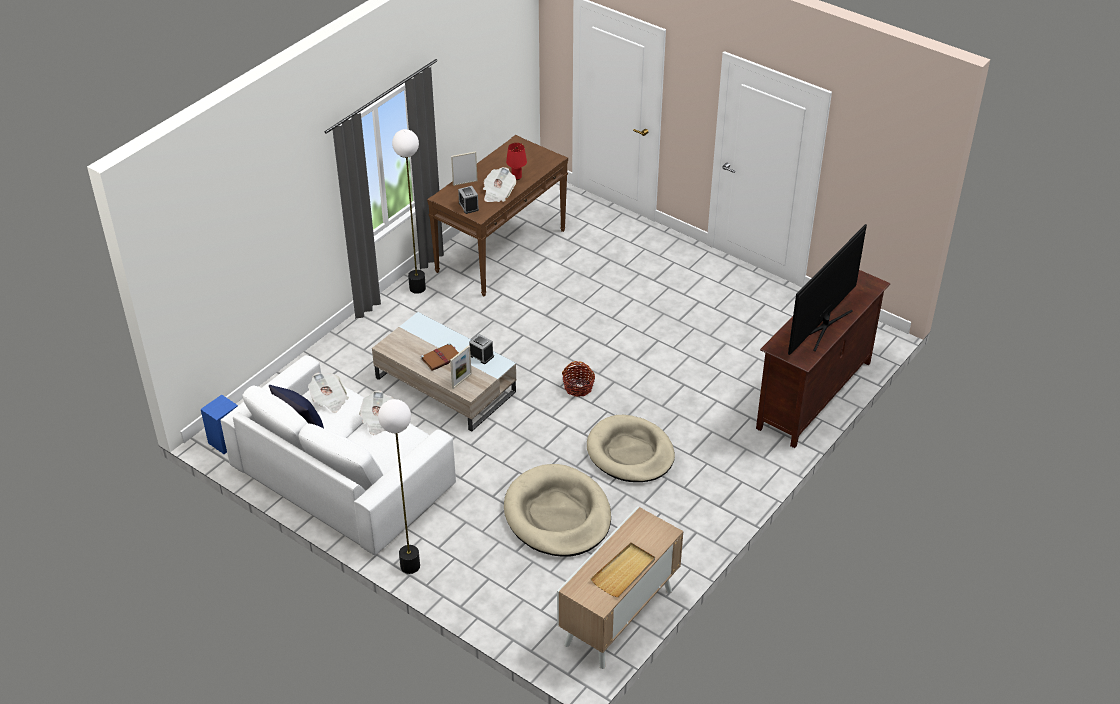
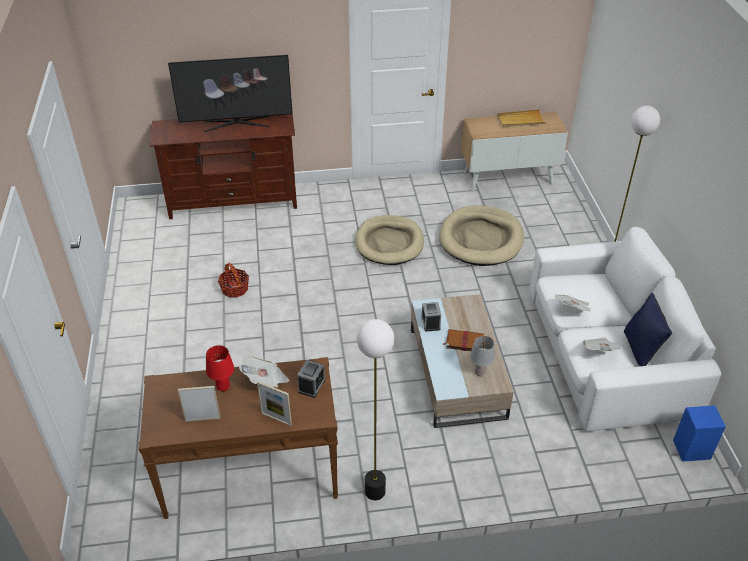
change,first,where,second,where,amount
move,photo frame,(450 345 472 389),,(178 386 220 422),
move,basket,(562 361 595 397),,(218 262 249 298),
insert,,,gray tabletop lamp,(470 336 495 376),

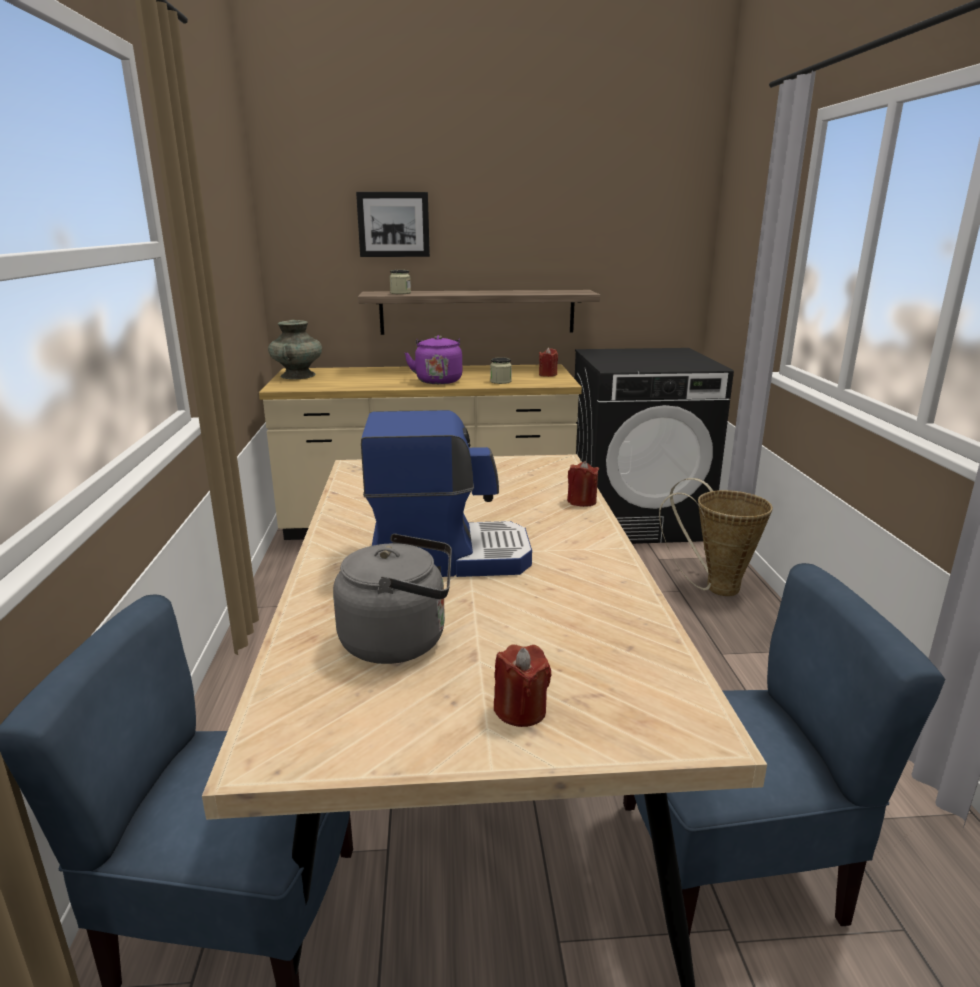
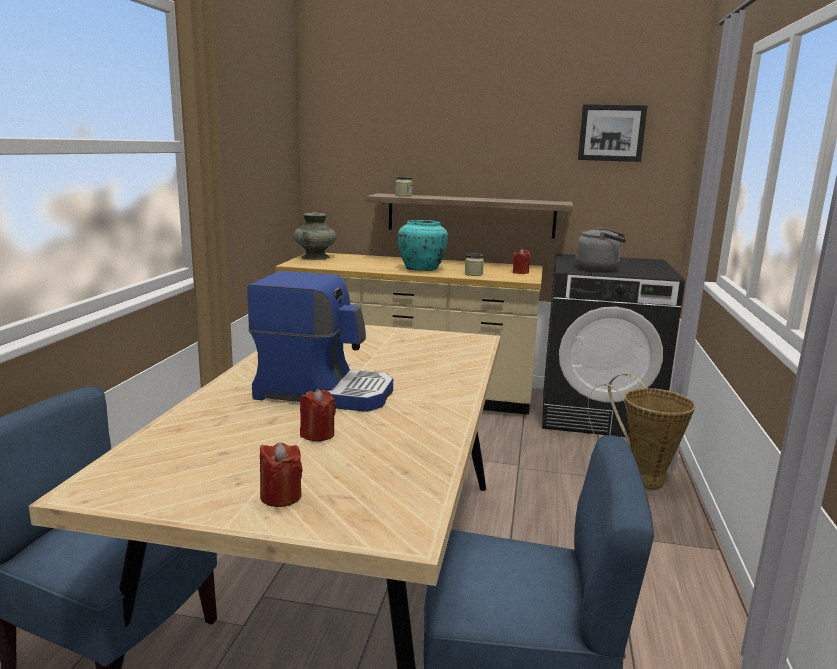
change,first,where,second,where,amount
move,gray kettle,(333 534 452 664),,(576 227 626 271),
move,wall art,(356 192 430 257),,(578 104 648 162),
replace,purple kettle,(405 335 462 384),turquoise flower vase,(398 220 448 271),
move,red-coloured candle,(567 461 599 507),,(300 389 336 441),

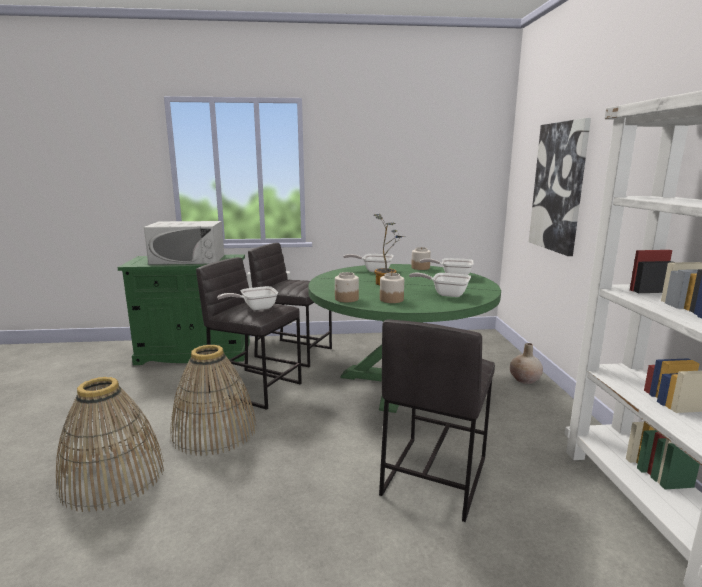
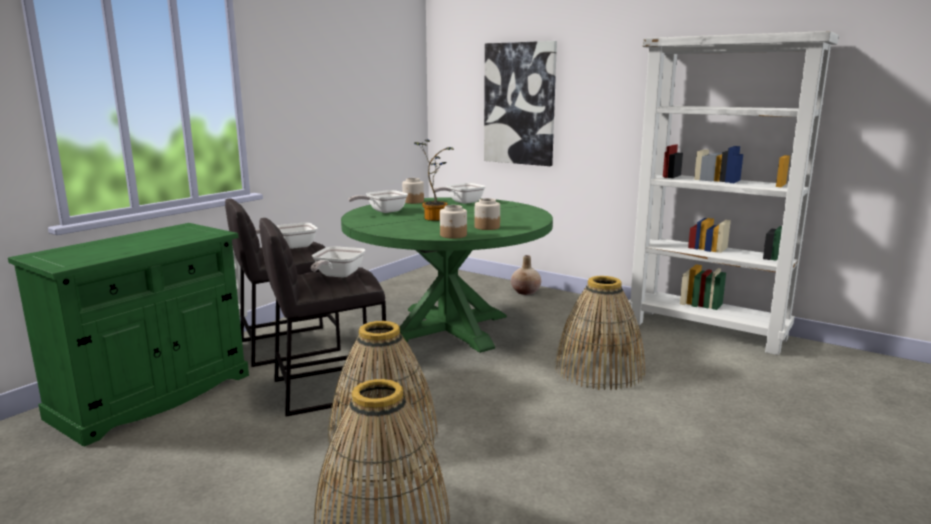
change,first,where,second,where,amount
delete,whitish kitchen microwave,(144 221 224 265),,,
replace,gray stool seat,(379 320 495 522),basket,(555 276 645 390),
move,skillet,(409 273 471 297),,(256 223 318 249),

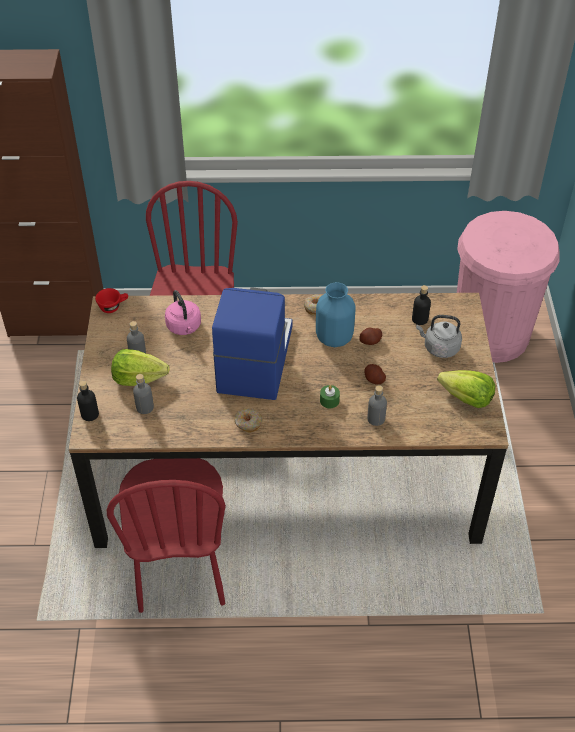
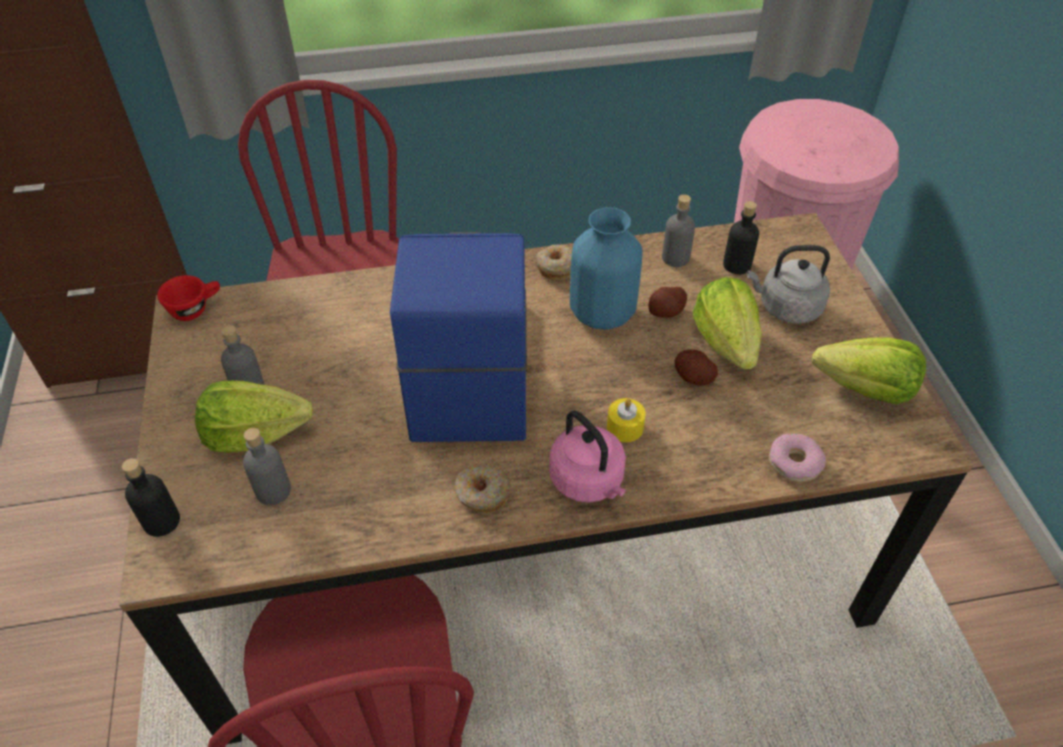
change,first,where,second,where,amount
move,pink kettle,(165 290 201 335),,(549 411 626 503),
recolor,green candle,(320 385 340 408),yellow-coloured candle,(607 398 646 442),
move,gray beverage bottle,(367 385 387 426),,(662 194 695 267),
insert,,,head of lettuce,(693 277 762 369),
insert,,,ring doughnut,(769 433 826 482),

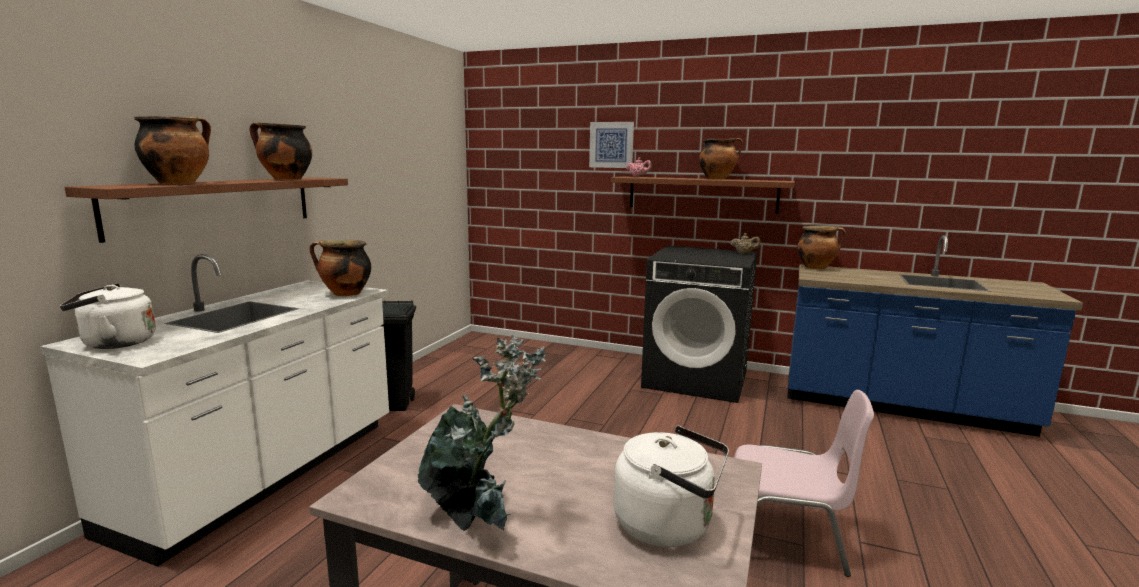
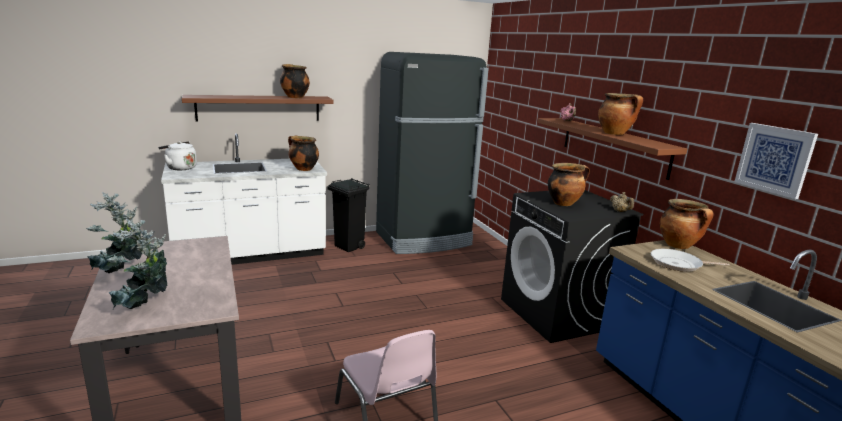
change,first,where,second,where,amount
move,stockpot,(134 116 211 184),,(548 163 590 206),
move,wall art,(589 122 634 168),,(734 123 818 199),
replace,whitish kettle,(614 426 729 547),potted plant,(107 218 168 309),
insert,,,black-coloured refrigerator,(376 52 489 254),
insert,,,skillet,(651 249 730 272),

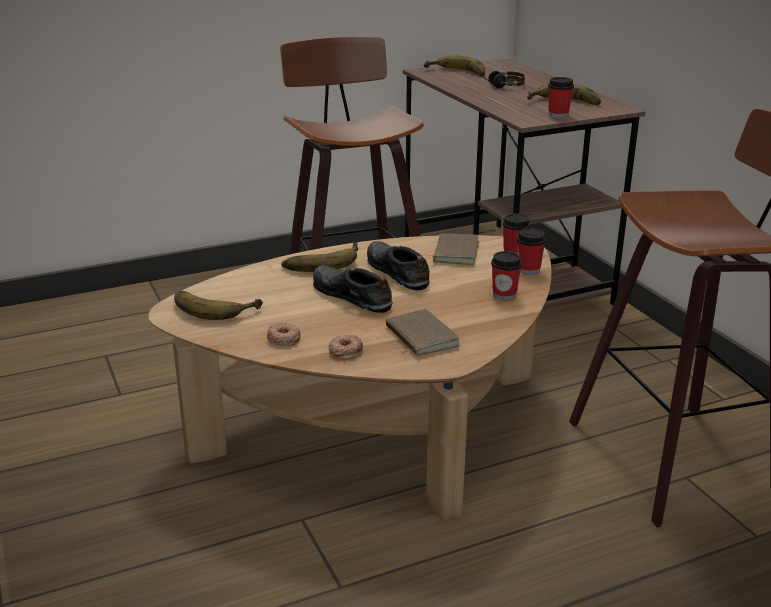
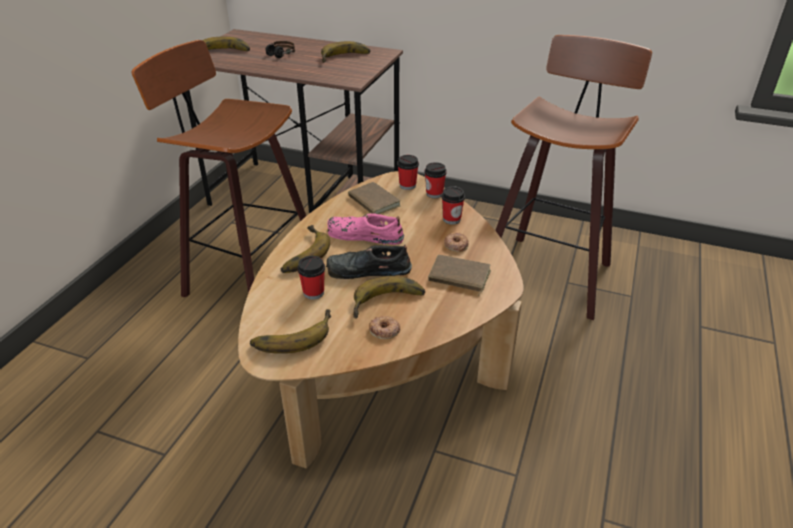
change,first,where,second,where,amount
move,ring doughnut,(329 335 363 359),,(444 233 469 252),
recolor,black-coloured item of footwear,(367 241 430 291),pink item of footwear,(327 213 404 245),
move,cup,(548 77 574 118),,(297 256 325 300),
insert,,,banana,(353 276 425 319),

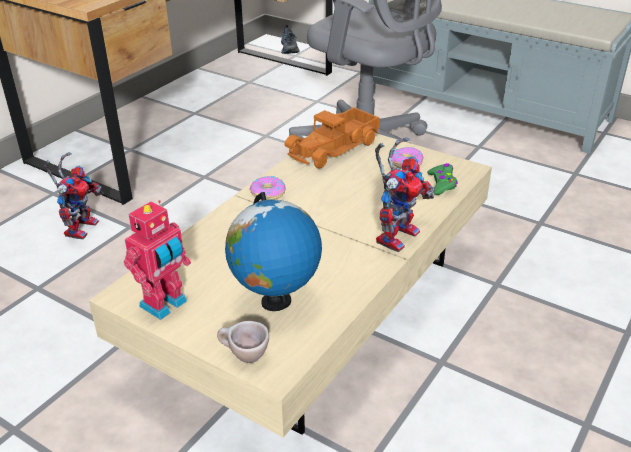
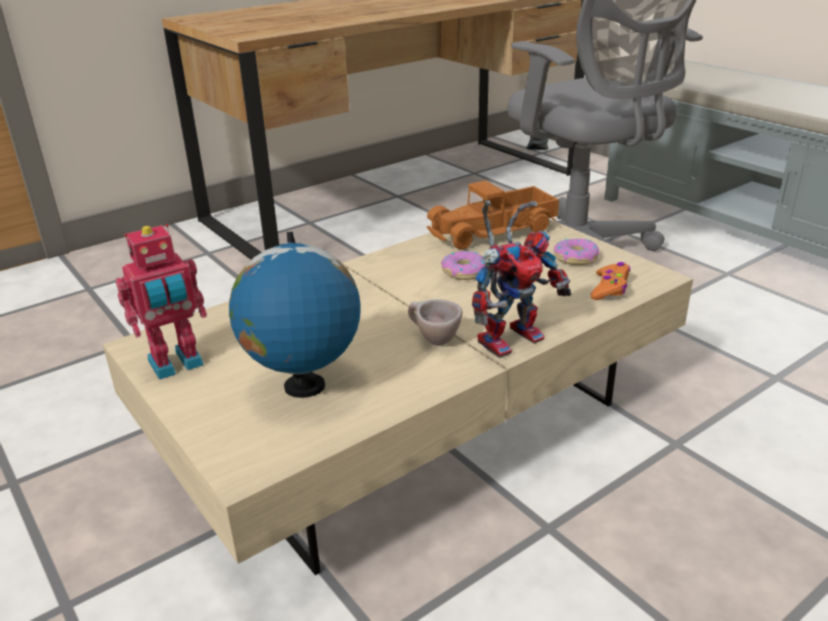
change,first,where,second,where,amount
delete,toy robot,(44 152 104 240),,,
move,beige-coloured cup,(217 321 269 363),,(408 299 463 346),
move,ring doughnut,(250 176 285 200),,(441 251 485 280),
recolor,green joypad,(427 163 458 195),orange-coloured joypad,(591 262 630 300),

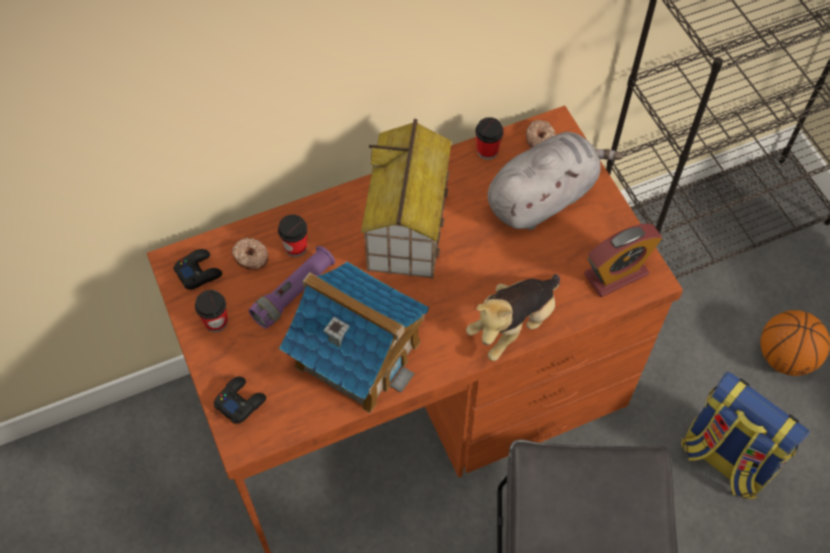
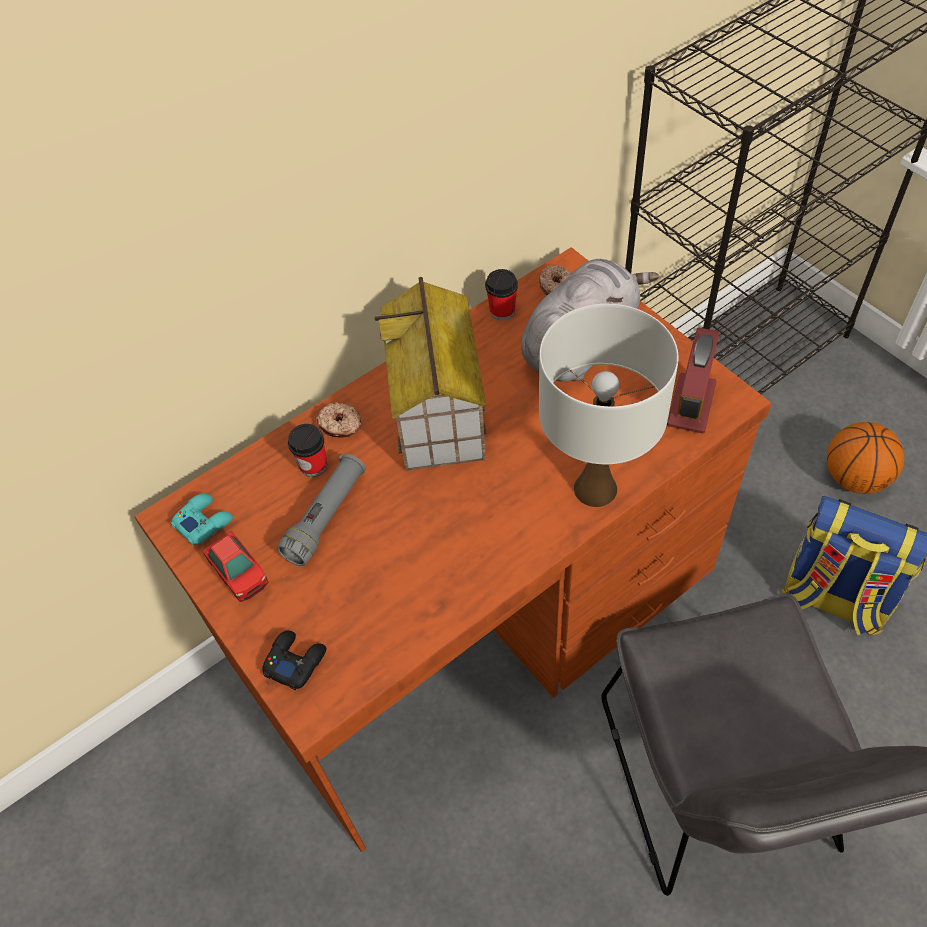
change,first,where,second,where,amount
recolor,black-coloured joypad,(173 249 222 290),turquoise joypad,(171 494 233 545),
replace,cup,(195 290 228 332),model car,(203 531 268 602),
move,ring doughnut,(232 237 269 270),,(316 402 361 438),
recolor,purple hand torch,(248 246 335 329),gray hand torch,(277 454 366 566),
delete,model house,(279 262 429 413),,,
replace,plush toy,(466 274 560 361),whitish tabletop lamp,(539 304 679 507),
rotate,table clock,(584 224 662 297),,(667 327 720 434),150 degrees clockwise

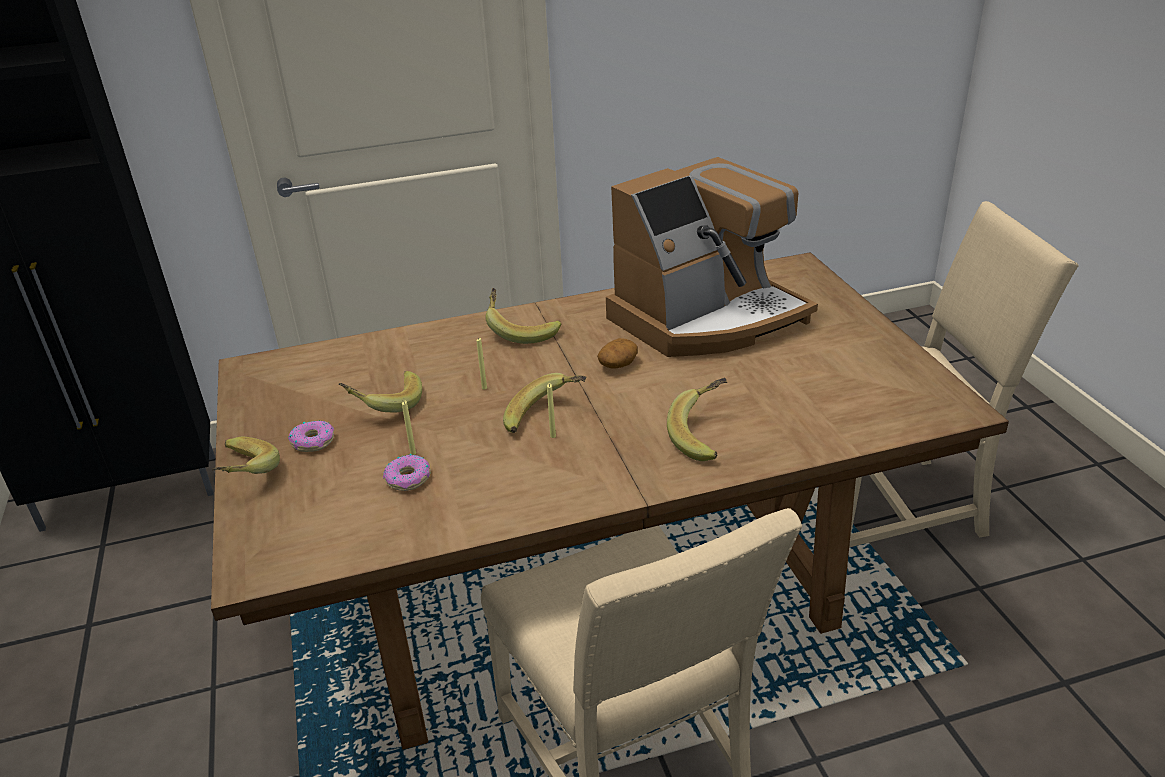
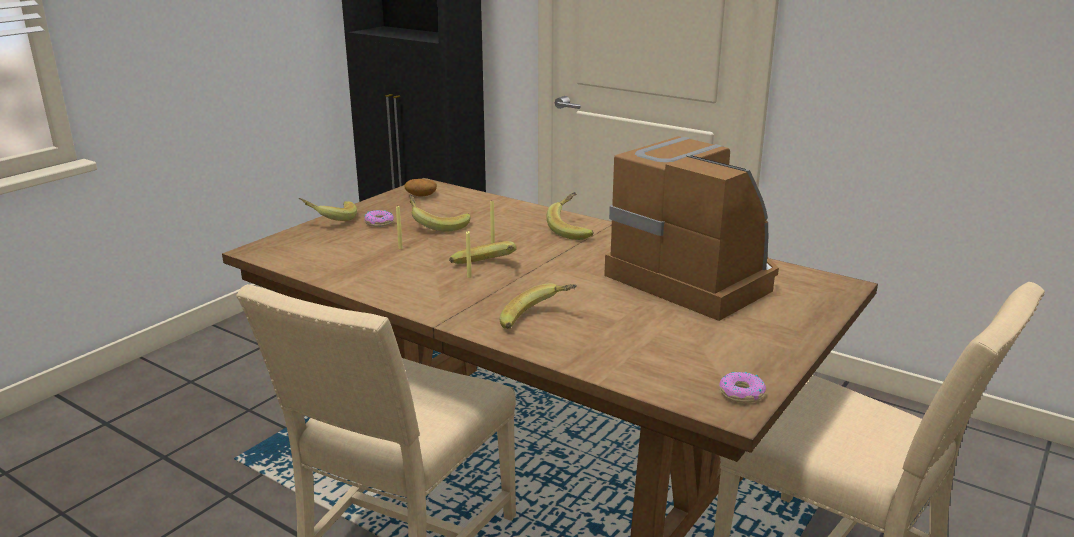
change,first,where,second,where,amount
move,ring doughnut,(383 454 431 491),,(719 372 766 403),
move,potato,(597 338 638 369),,(404 179 437 197),
rotate,coffee maker,(606 157 818 357),,(604 136 779 321),150 degrees counterclockwise

